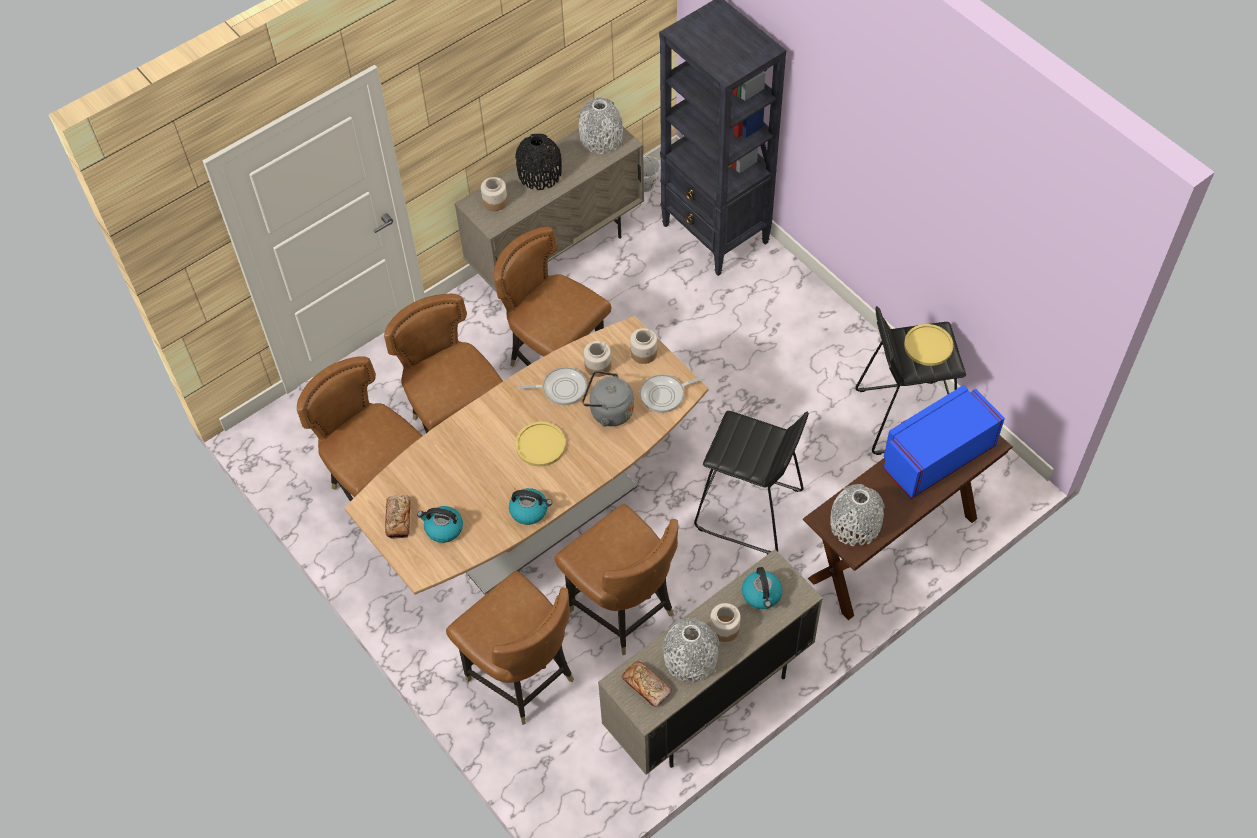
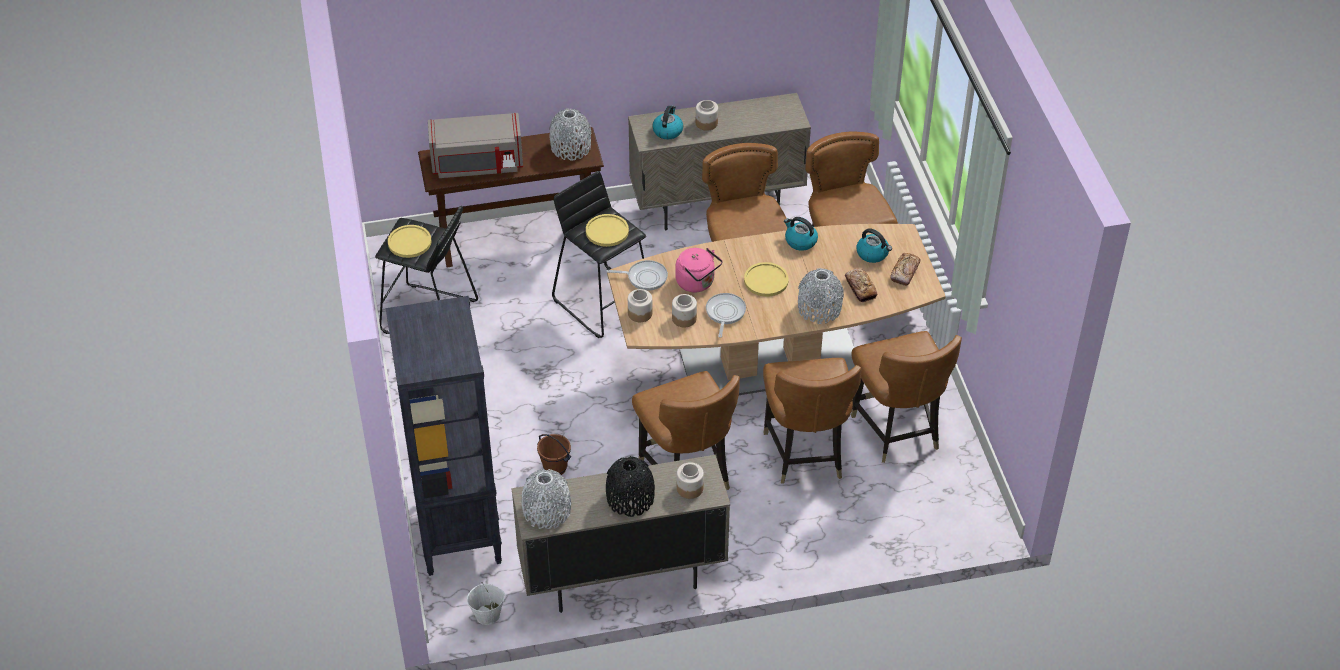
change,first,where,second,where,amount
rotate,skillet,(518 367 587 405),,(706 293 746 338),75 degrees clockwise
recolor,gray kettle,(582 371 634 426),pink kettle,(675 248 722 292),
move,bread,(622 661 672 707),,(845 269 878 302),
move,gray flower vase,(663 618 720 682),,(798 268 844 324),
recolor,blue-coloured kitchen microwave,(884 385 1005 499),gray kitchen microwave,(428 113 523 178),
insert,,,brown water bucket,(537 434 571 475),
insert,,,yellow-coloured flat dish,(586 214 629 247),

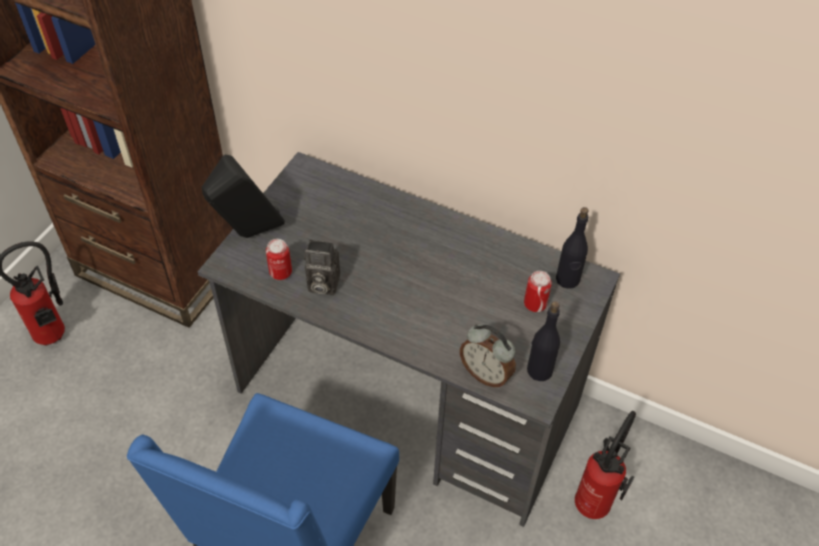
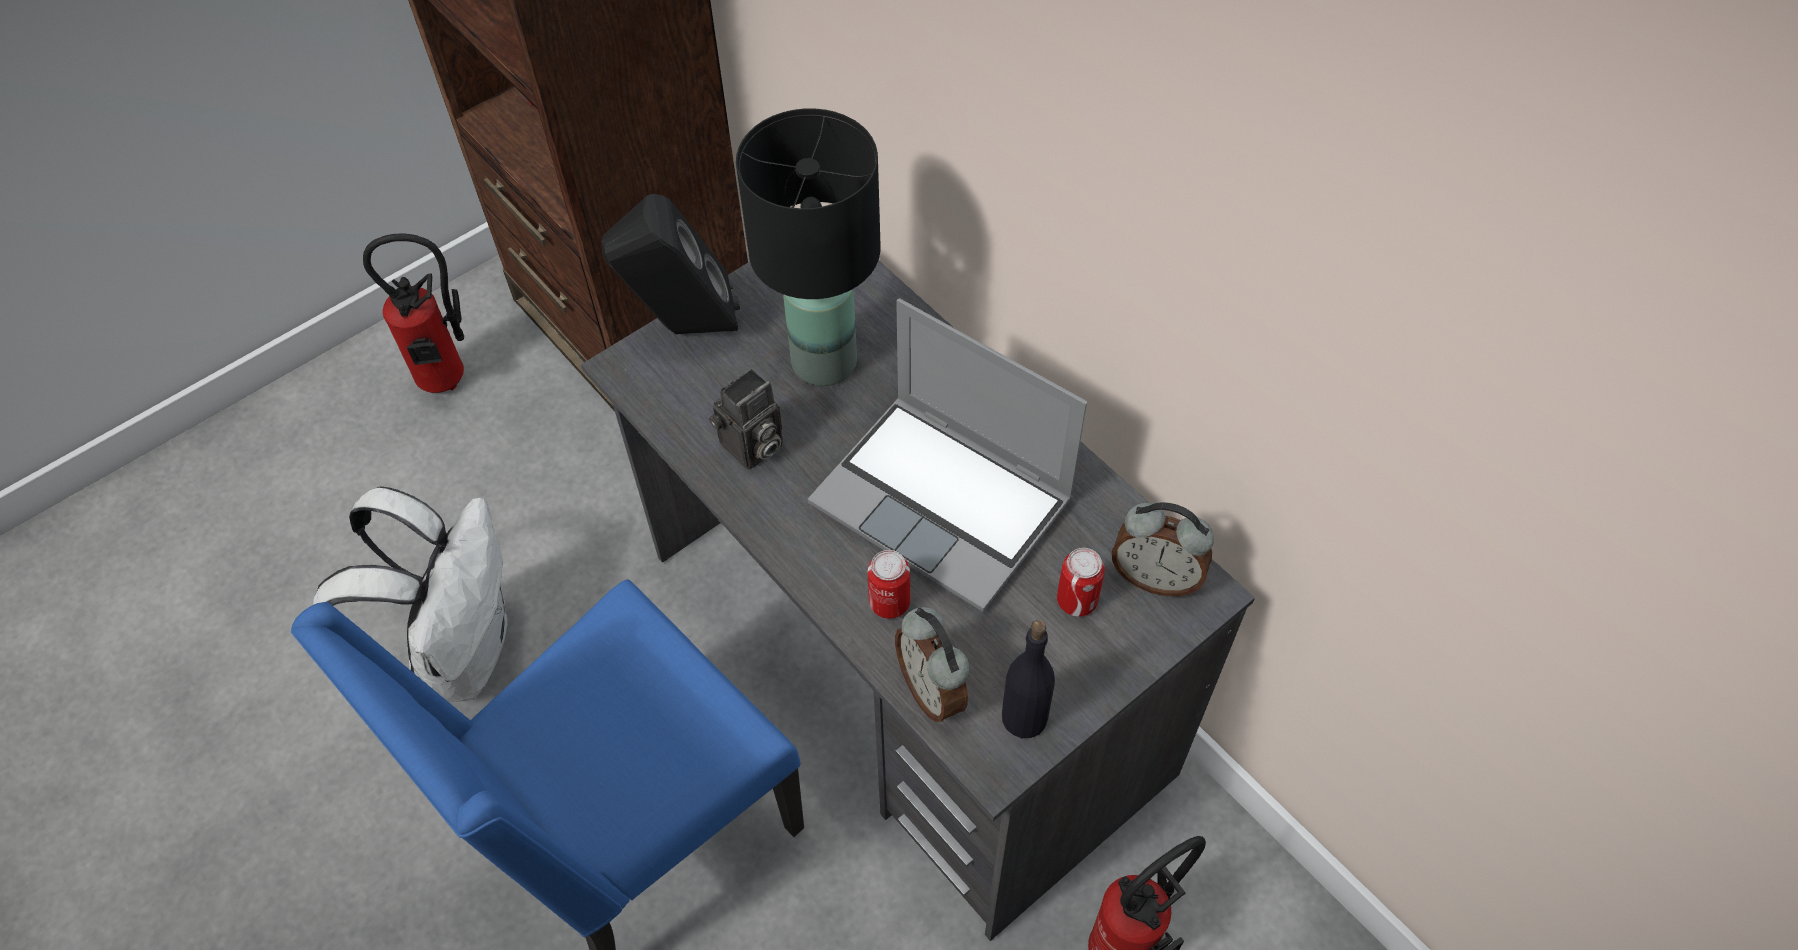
change,first,where,second,where,amount
move,sealed can,(266 239 292 280),,(868 550 910 619),
rotate,photo camera,(304 240 340 295),,(709 369 783 470),75 degrees counterclockwise
replace,black-coloured beverage bottle,(556 207 589 289),table clock,(1112 502 1214 596),
insert,,,whitish backpack,(313 486 508 702),
insert,,,black-coloured tabletop lamp,(736 108 880 386),
insert,,,laptop,(808 298 1087 612),

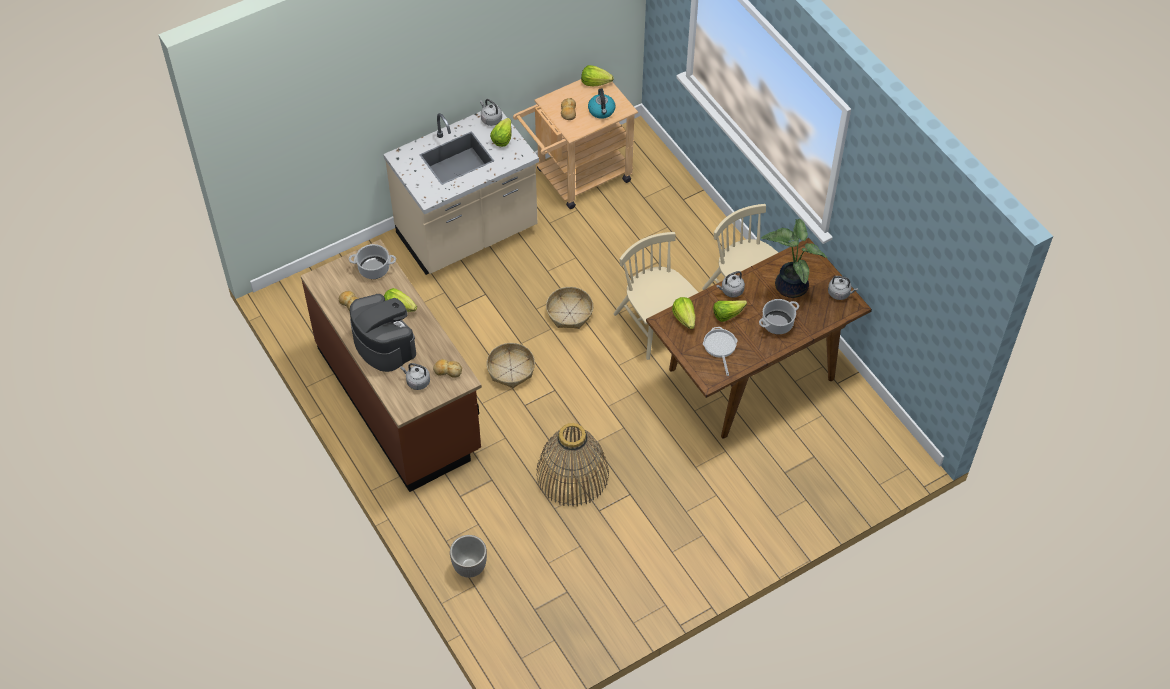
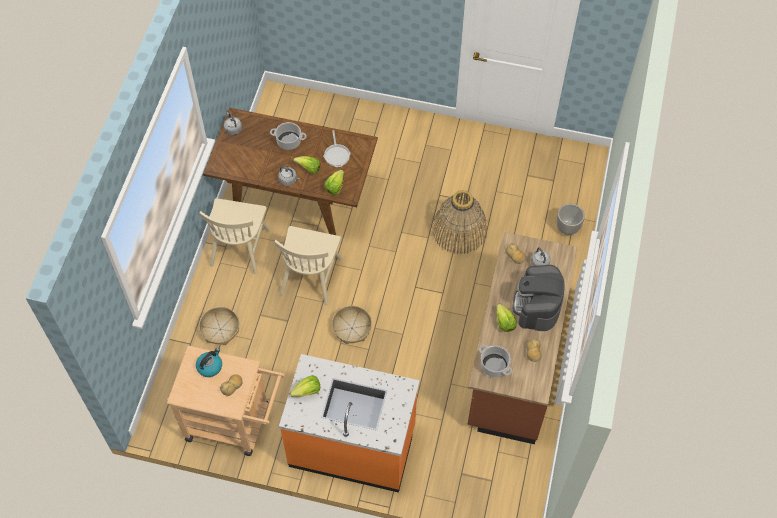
change,first,where,second,where,amount
recolor,beige-coloured kitchen counter,(383 104 539 275),orange-coloured kitchen counter,(279 354 420 493),
delete,gray kettle,(480 99 502 126),,,
move,basket,(486 343 535 388),,(199 307 239 345),
delete,head of lettuce,(581 65 613 86),,,
rotate,skillet,(703 327 738 376),,(323 130 351 167),45 degrees counterclockwise
delete,potted plant,(761 219 828 298),,,

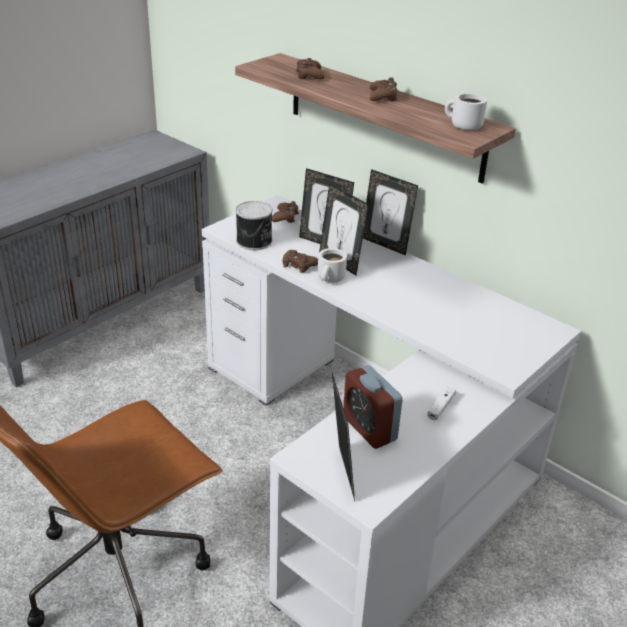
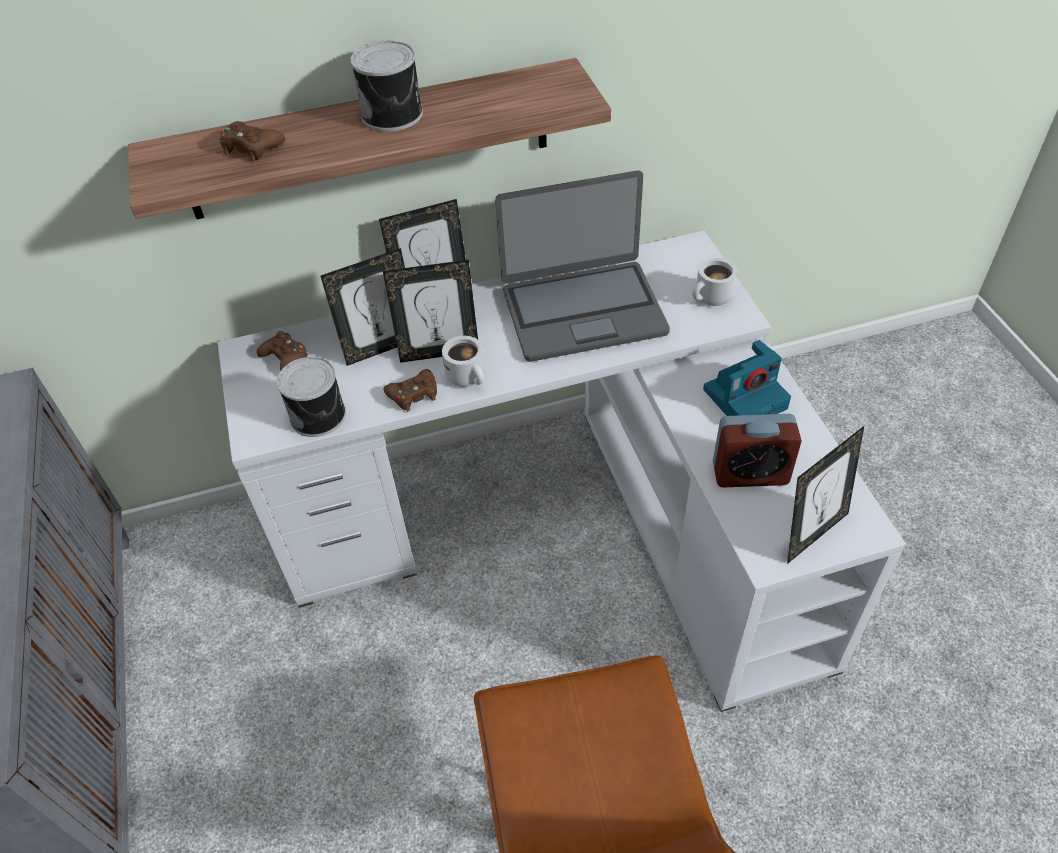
change,first,where,second,where,amount
rotate,photo frame,(332 373 355 501),,(787 426 864 564),120 degrees clockwise
replace,brown joypad,(370 77 397 101),sealed can,(350 41 423 132),
replace,whitish joypad,(427 386 456 421),photo camera,(703 340 791 416),
move,whitish mug,(445 93 487 130),,(692 258 737 306),
insert,,,laptop,(495 171 670 362),

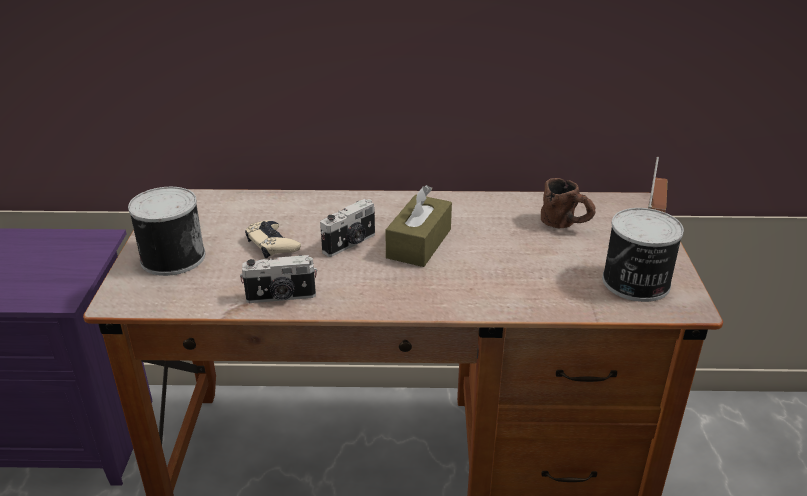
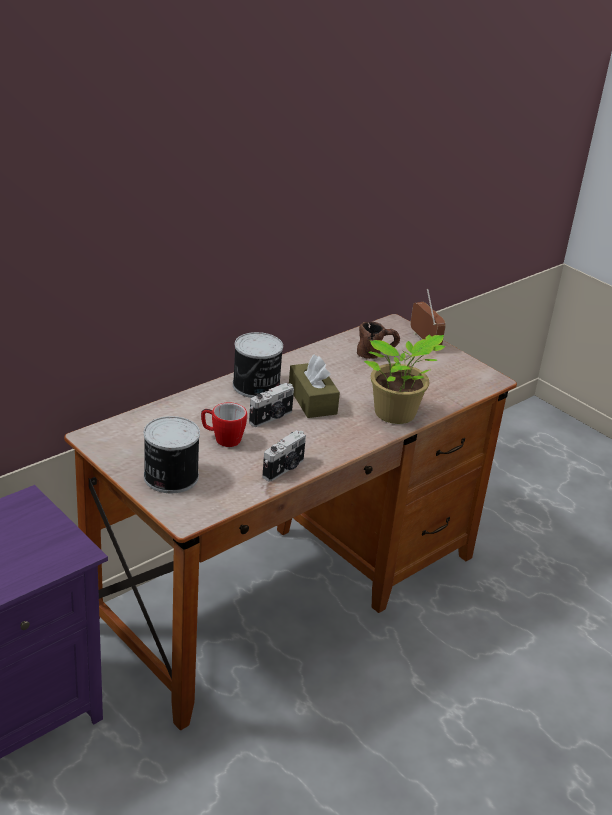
change,first,where,second,where,amount
replace,beige-coloured joypad,(245 221 301 258),mug,(201 402 247 447),
rotate,photo camera,(320 199 375 257),,(249 383 294 427),45 degrees clockwise
move,sealed can,(602 208 684 302),,(233 332 283 398),
insert,,,potted plant,(364 335 445 424),

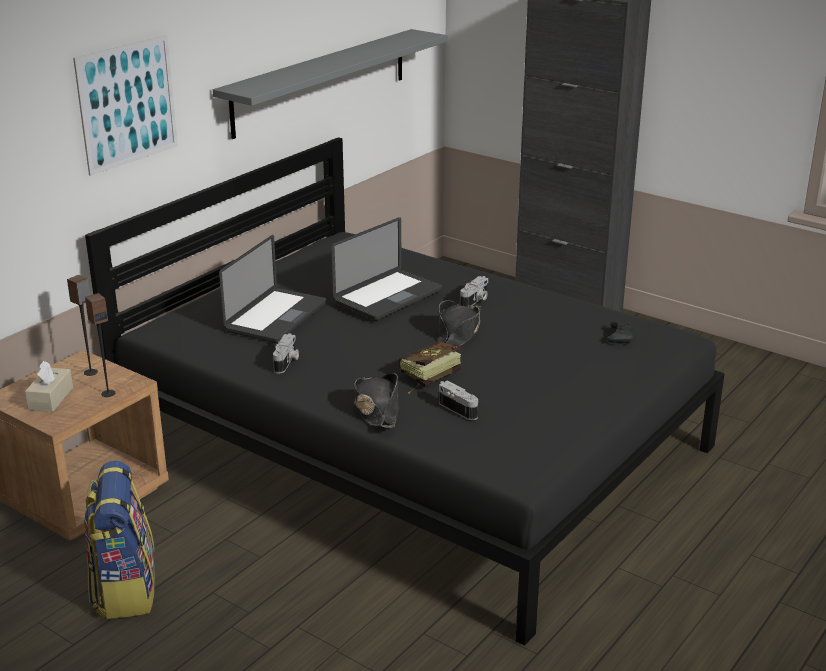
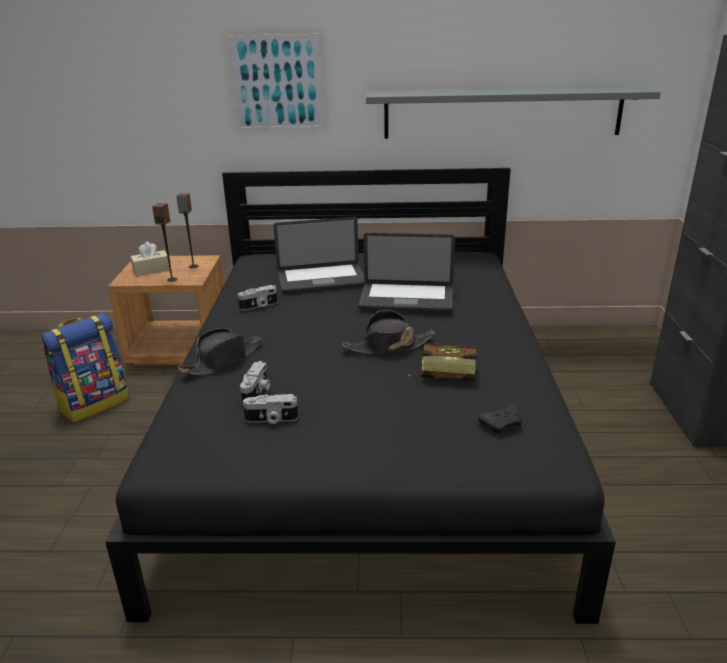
change,first,where,second,where,amount
move,volume,(399 341 461 394),,(408 343 478 381),
move,photo camera,(460 276 488 307),,(243 394 298 424),

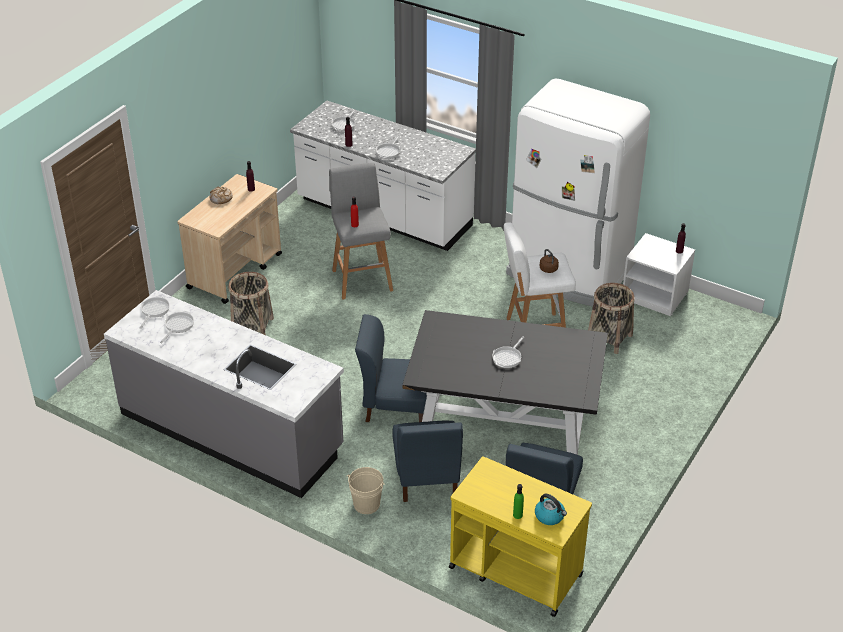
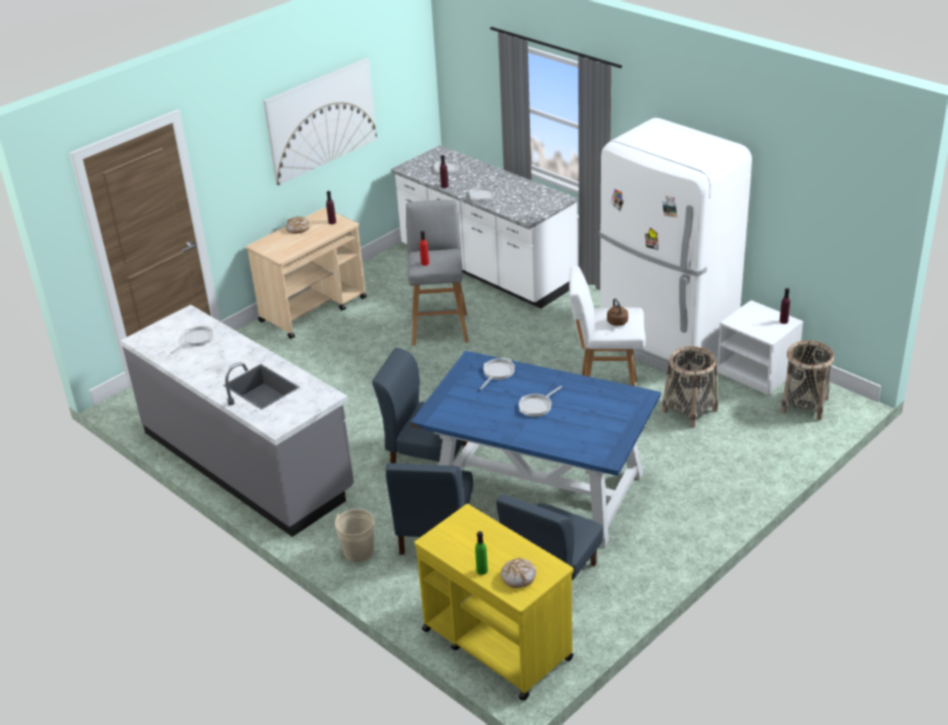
change,first,where,second,where,amount
move,skillet,(140 296 169 329),,(480 358 515 390),
move,basket,(228 272 274 335),,(780 340 834 420),
recolor,black-coloured dining table,(402 310 608 455),blue-coloured dining table,(410 351 661 547),
replace,kettle,(535 494 567 525),bread,(501 558 536 588),
insert,,,wall art,(263 58 377 185),

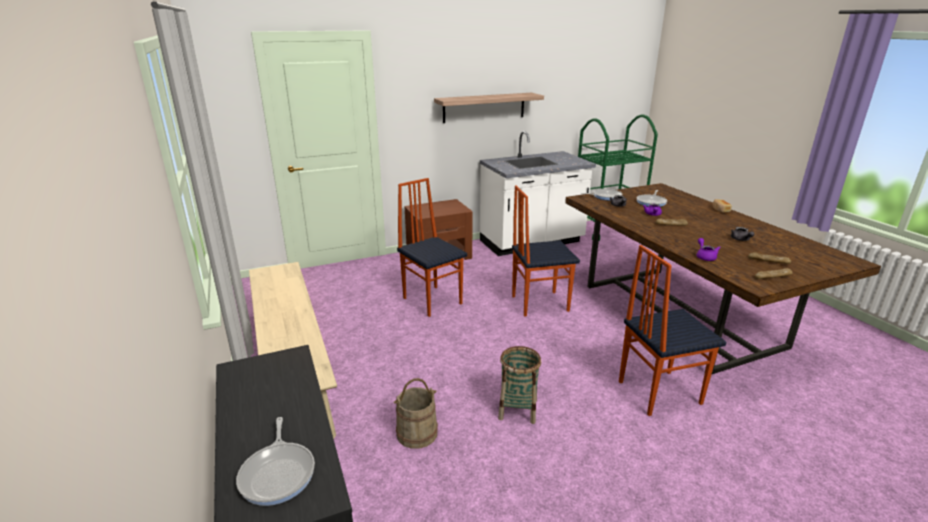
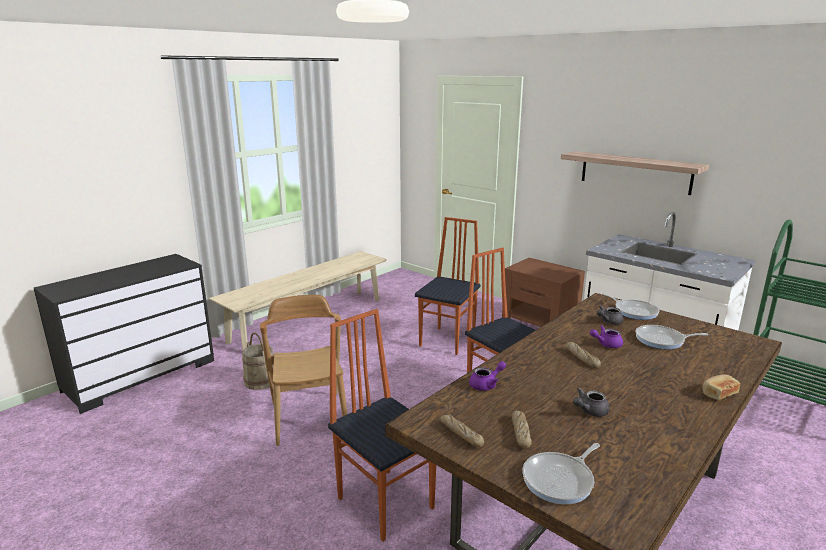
change,first,where,second,where,amount
move,skillet,(236 417 315 506),,(522 443 600 504),
replace,basket,(498 346 541 424),brown plain chair,(260 295 347 446),

